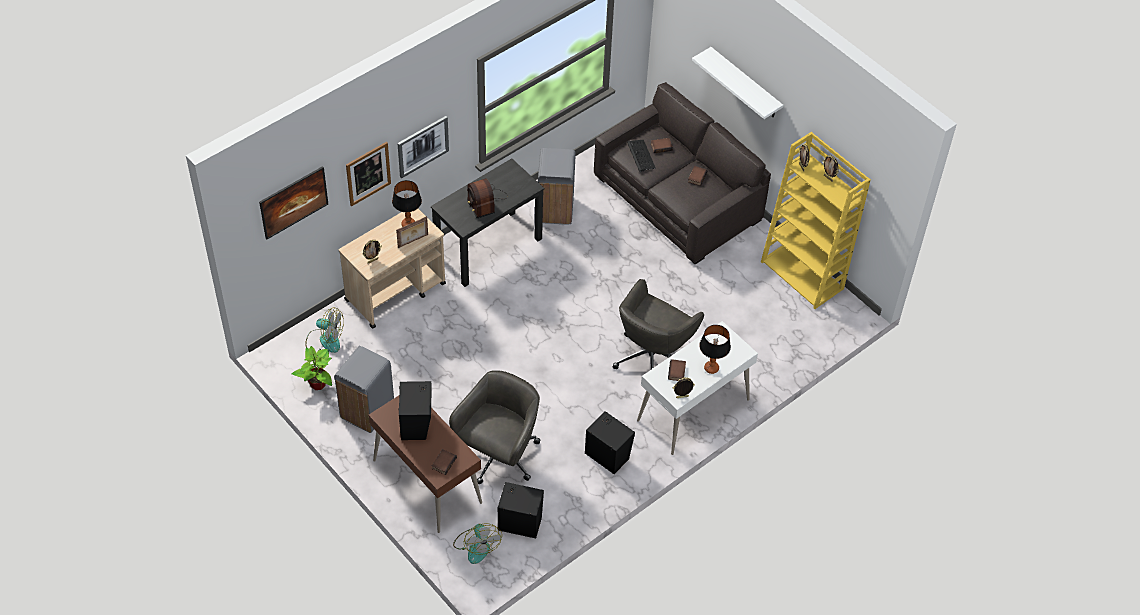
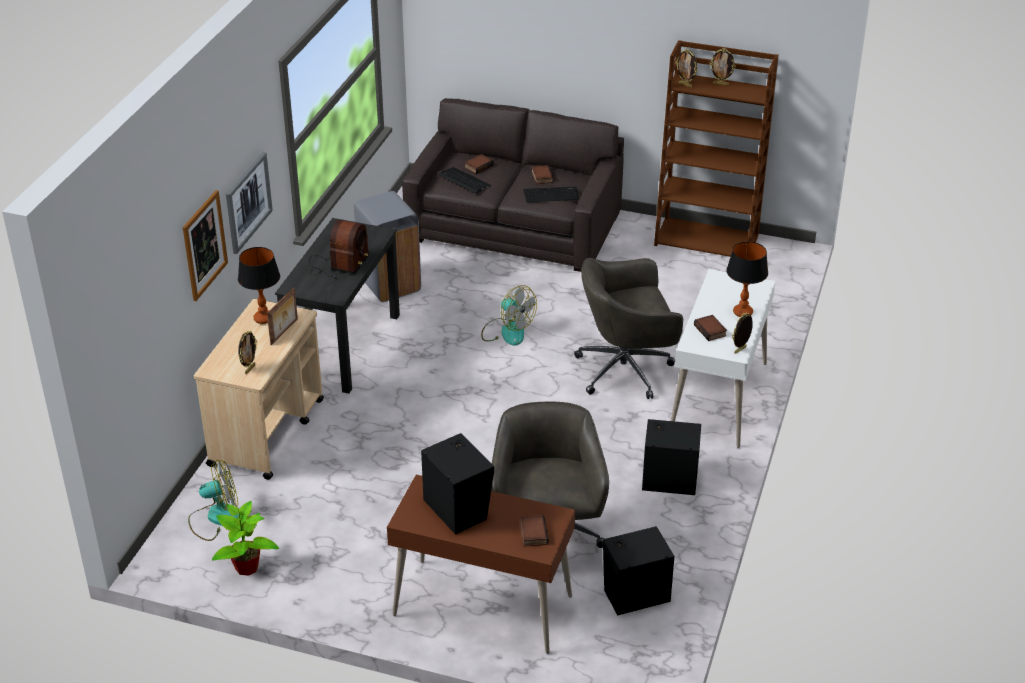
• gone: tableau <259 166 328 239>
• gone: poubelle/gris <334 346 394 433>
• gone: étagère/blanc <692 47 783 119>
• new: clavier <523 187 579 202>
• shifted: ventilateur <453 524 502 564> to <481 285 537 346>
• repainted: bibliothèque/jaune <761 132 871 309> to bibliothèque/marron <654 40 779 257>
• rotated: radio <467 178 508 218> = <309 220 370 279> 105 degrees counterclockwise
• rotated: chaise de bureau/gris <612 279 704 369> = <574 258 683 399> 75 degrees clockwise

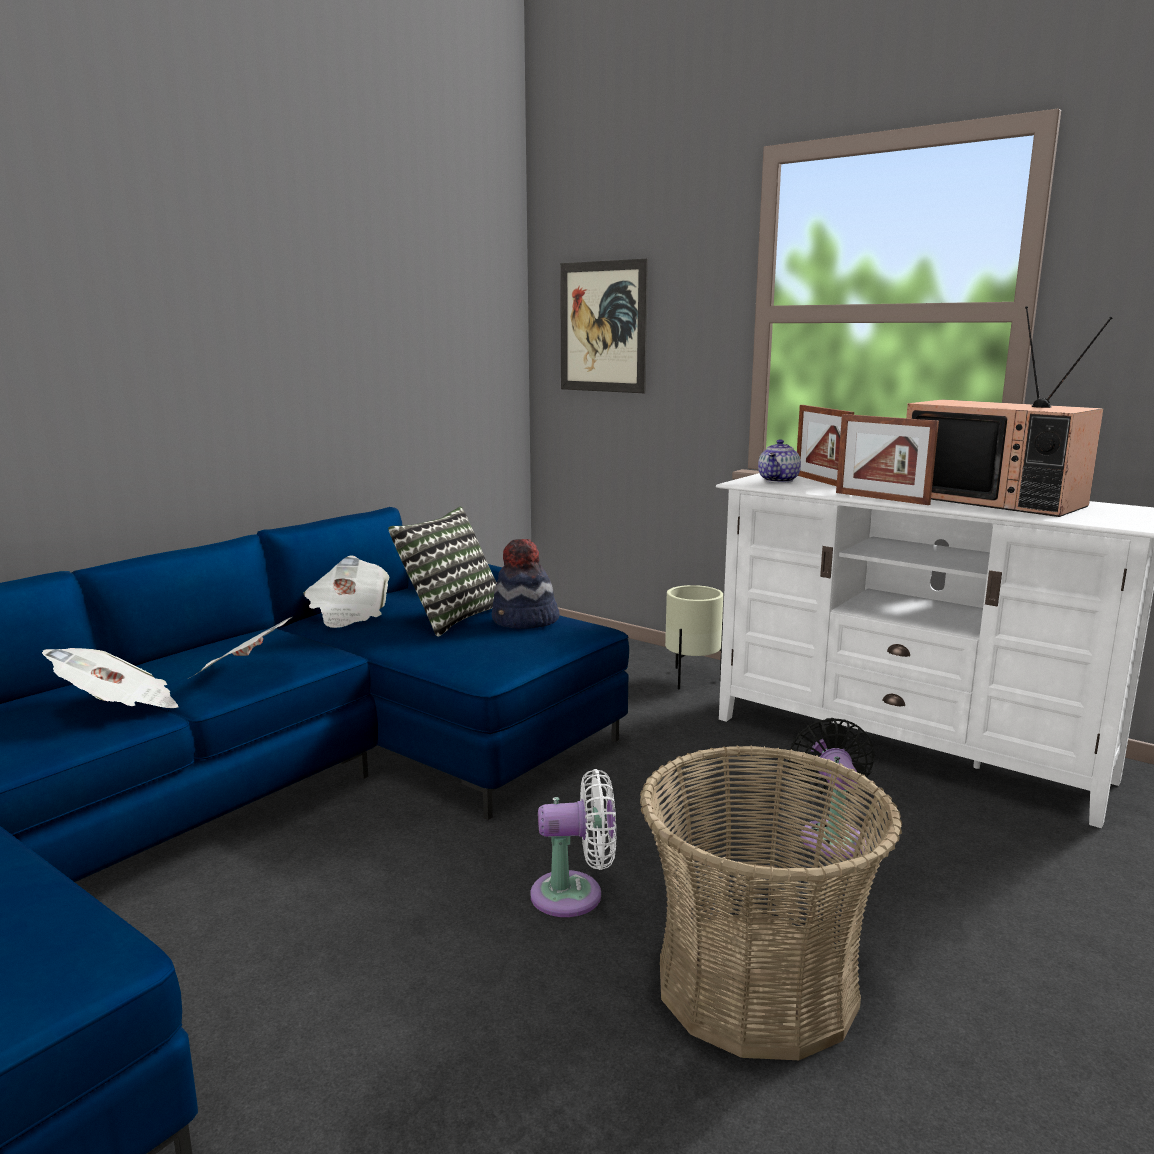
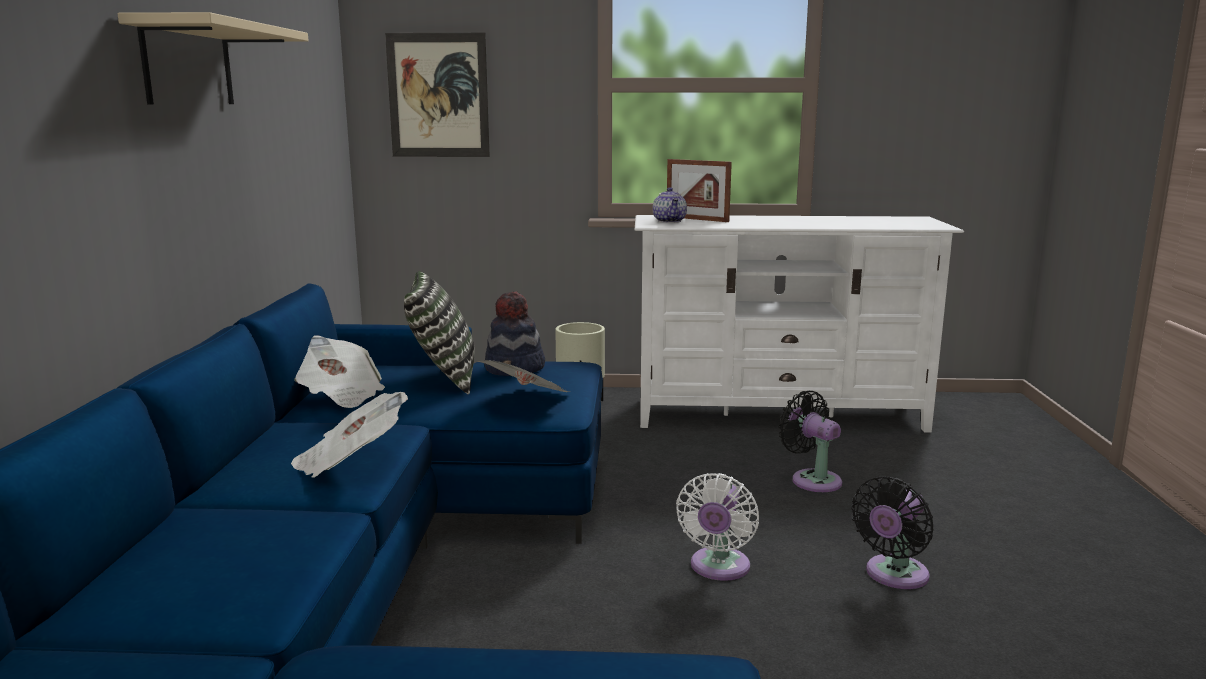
• gone: cadre photo <836 414 939 505>
• gone: téléviseur <906 306 1112 517>
• new: étagère/beige <118 12 309 104>
• shifted: journal <42 648 178 708> to <477 360 569 392>
• swapped: panier <640 745 902 1060> to ventilateur/noir <851 476 934 589>
• rotated: ventilateur/blanc <530 769 617 917> = <676 473 759 581> 150 degrees clockwise

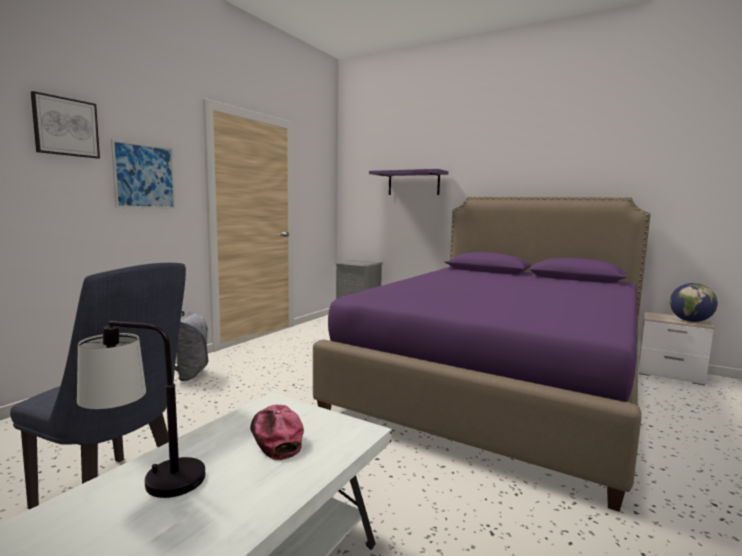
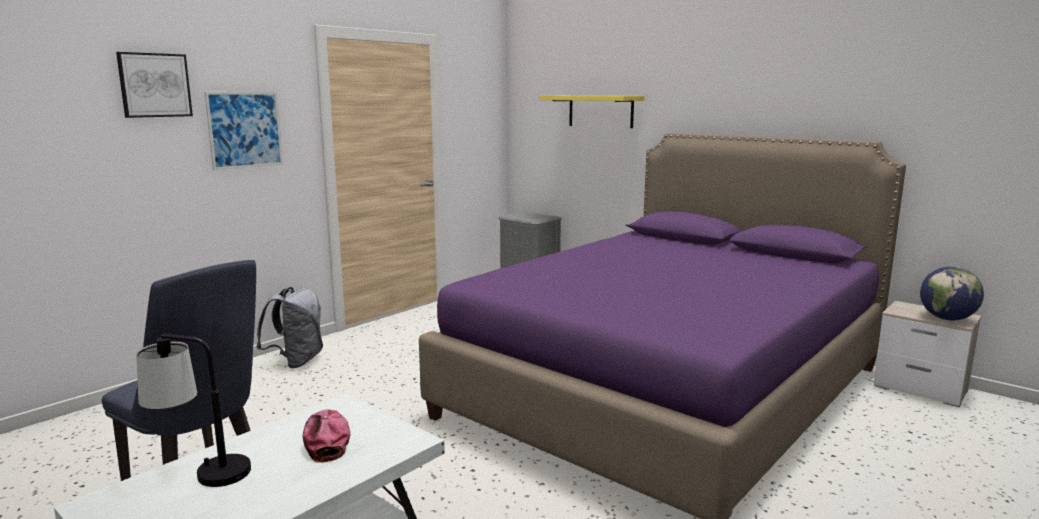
• repainted: étagère/violet <369 169 448 195> to étagère/jaune <539 96 645 128>

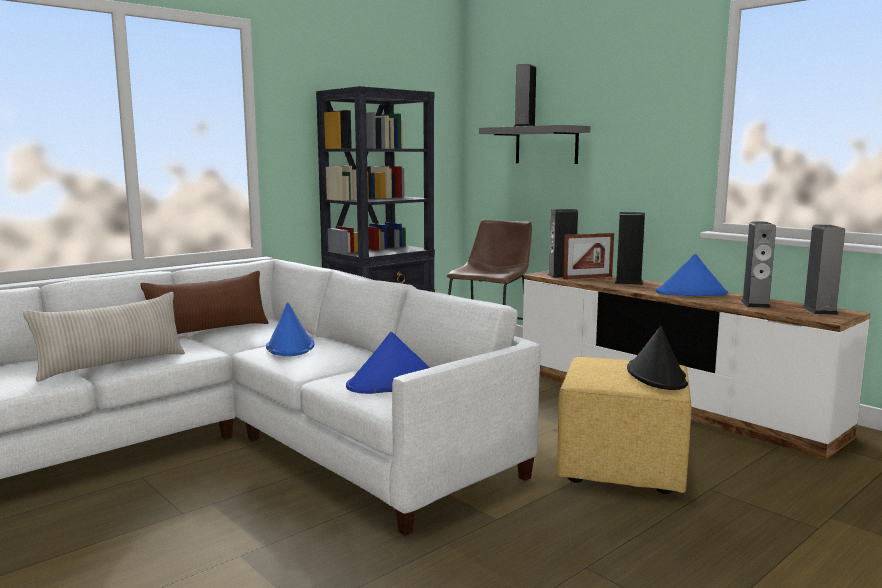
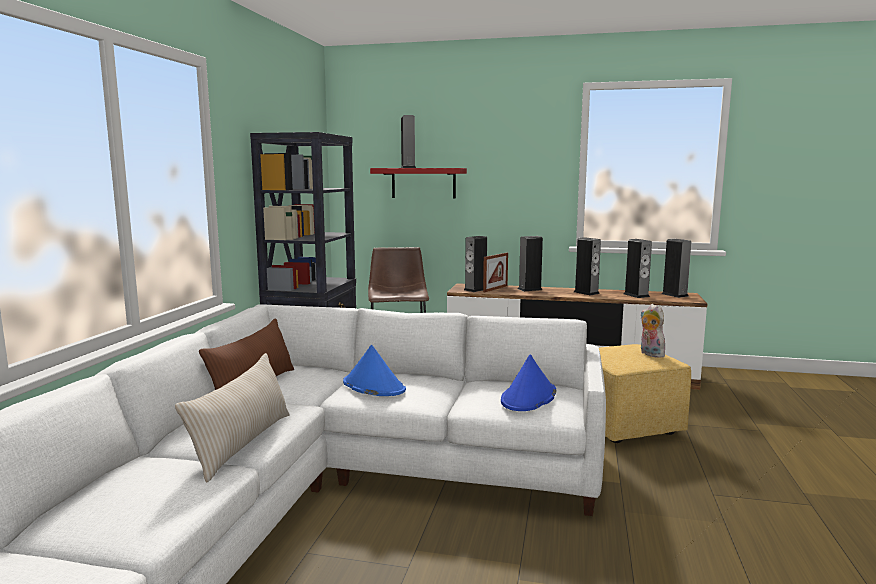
• swapped: chapeau/noir <627 326 688 390> to peluche <641 304 665 358>
• swapped: chapeau/bleu <656 254 728 296> to enceinte <574 237 601 295>
• repainted: étagère/gris <479 125 591 164> to étagère/rouge <370 168 467 199>

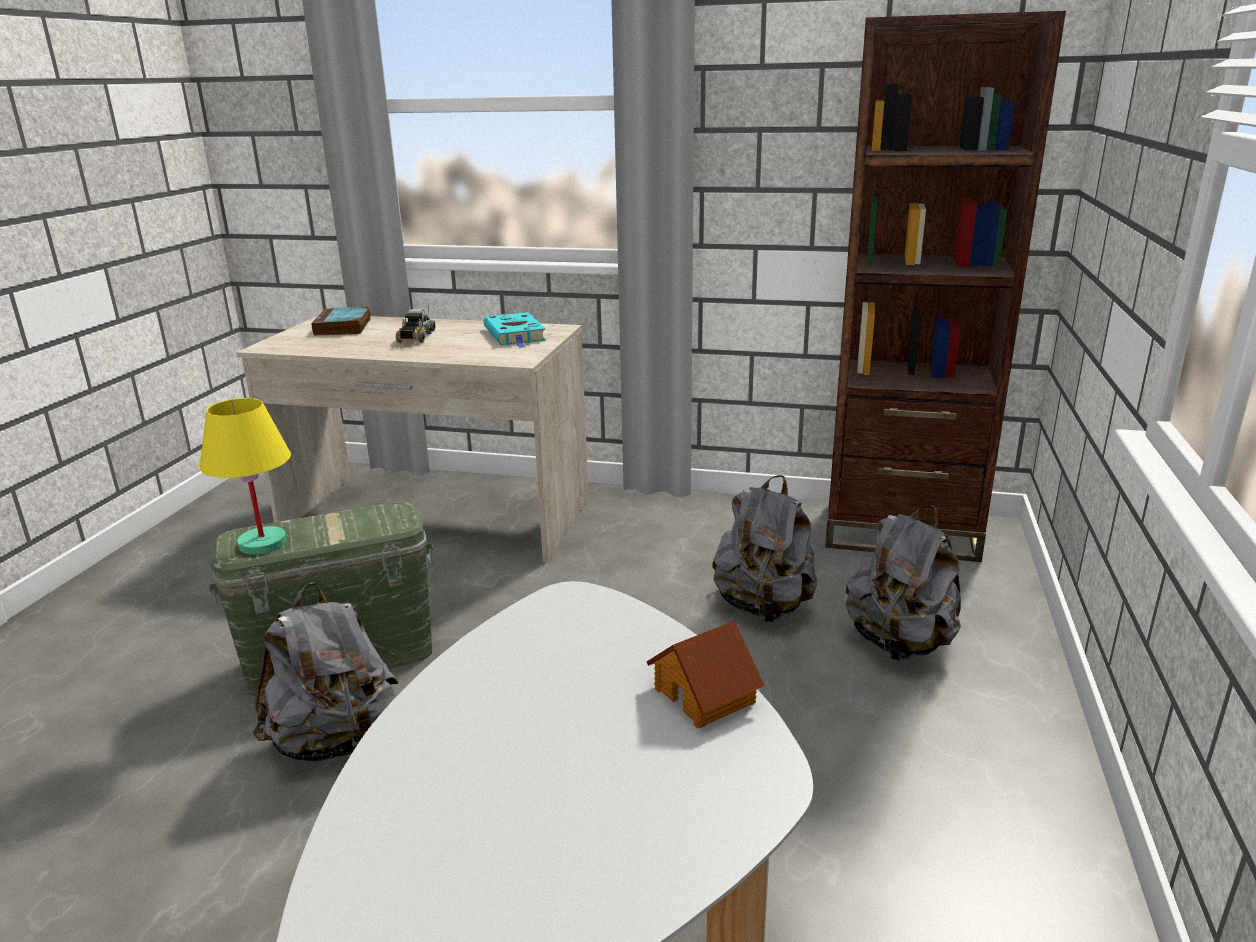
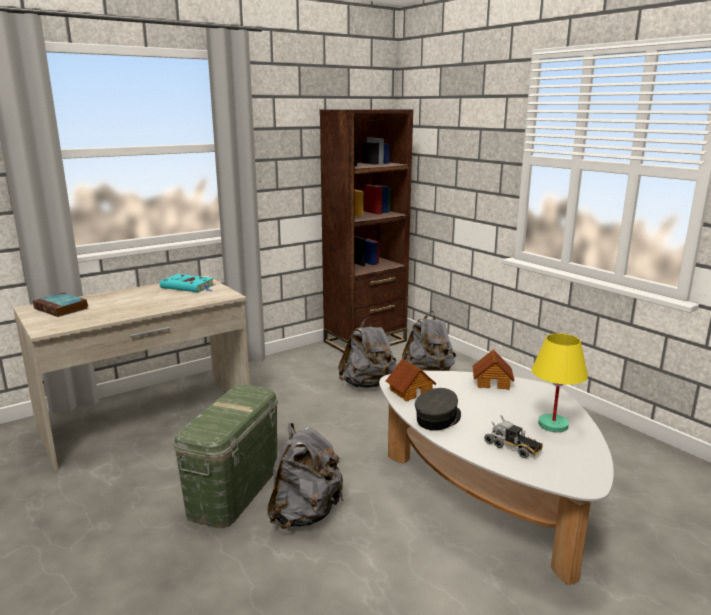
• new: maison miniature <386 358 436 401>
• new: casquette/gris <415 388 461 431>
• shifted: lampe de table/jaune <199 398 291 555> to <531 333 588 432>
• shifted: camion jouet <396 305 435 343> to <484 415 543 458>

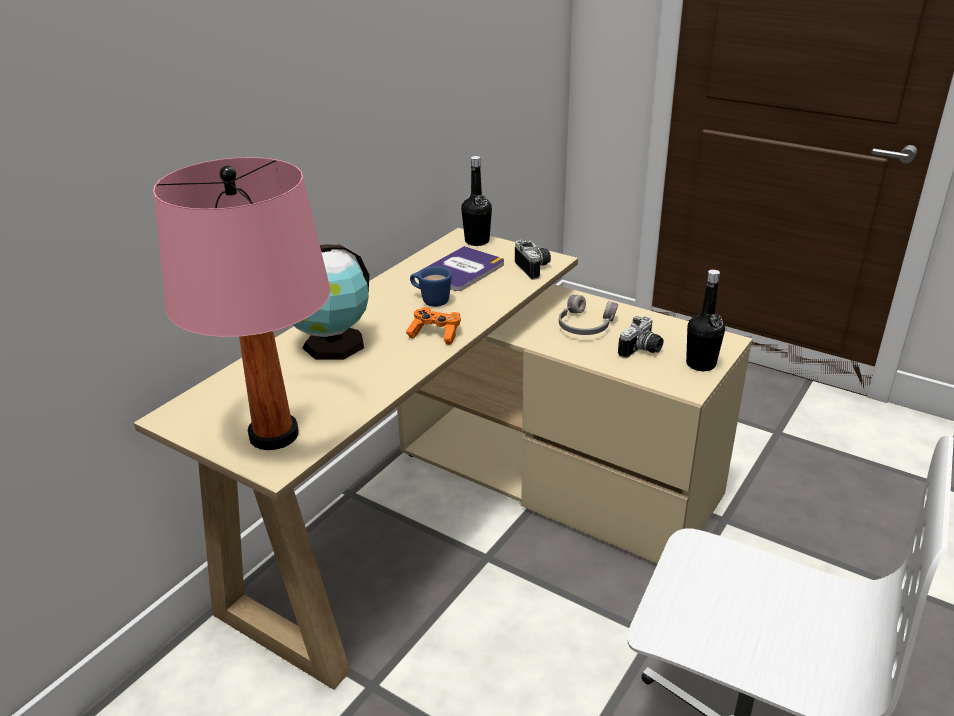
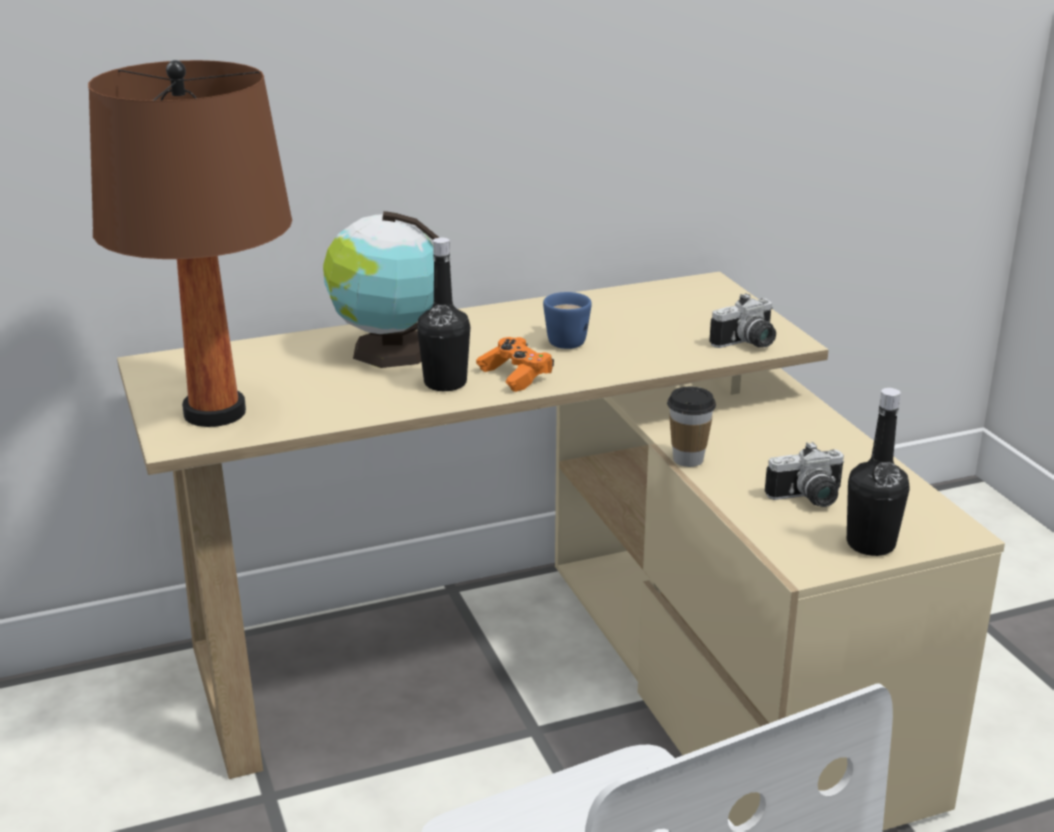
• gone: livre <416 246 504 291>
• gone: casque audio/gris <559 295 618 335>
• new: tasse <667 387 716 467>
• shifted: bouteille/noir <461 156 492 246> to <417 238 470 391>
• repainted: lampe de table/rose <153 157 331 450> to lampe de table/marron <88 60 292 427>
• rotated: appareil photo <515 240 551 280> = <709 293 776 348> 45 degrees clockwise

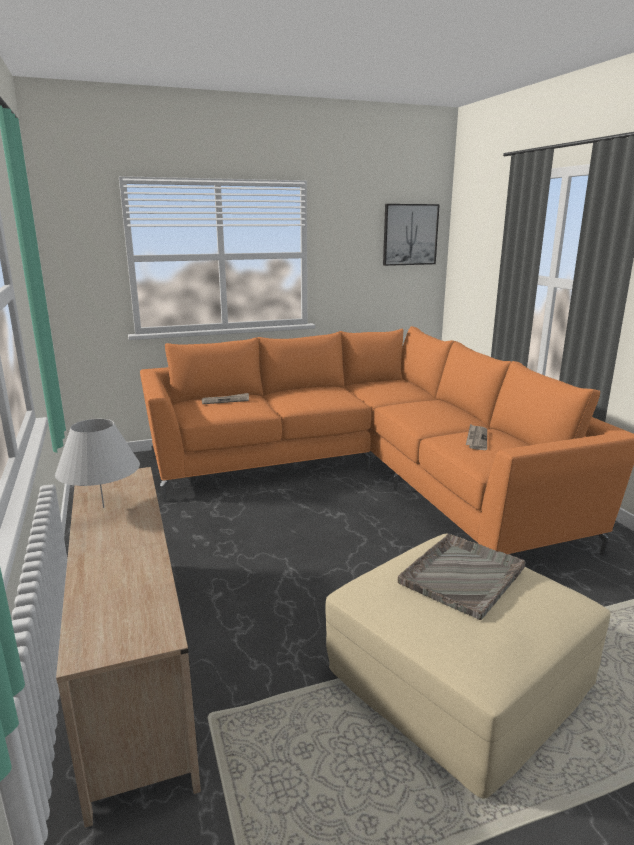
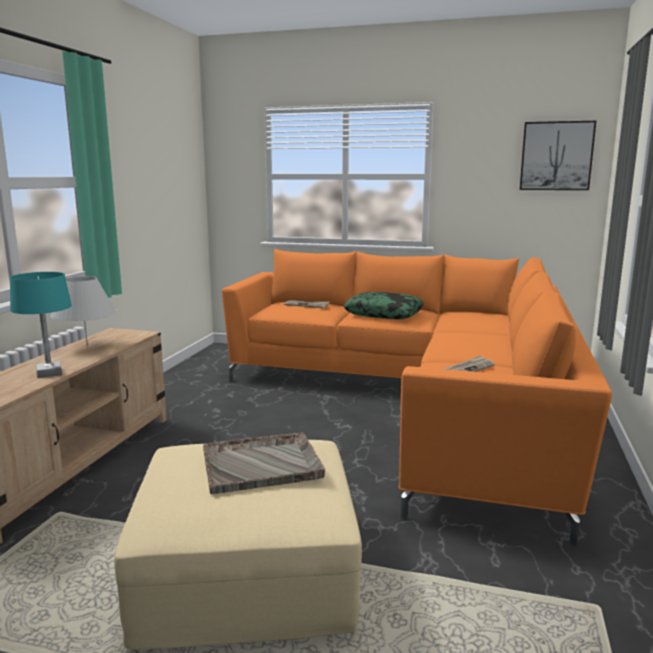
• new: lampe de table/turquoise <10 272 72 378>
• new: coussin <344 292 424 319>

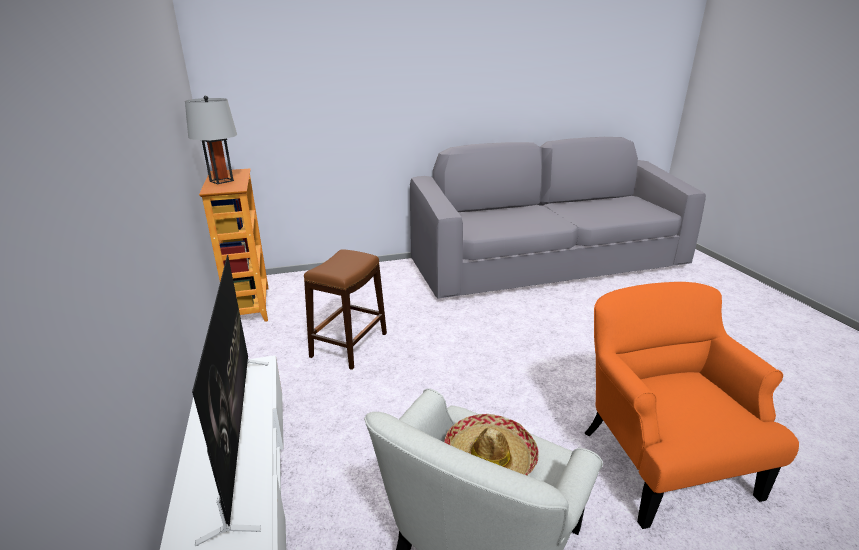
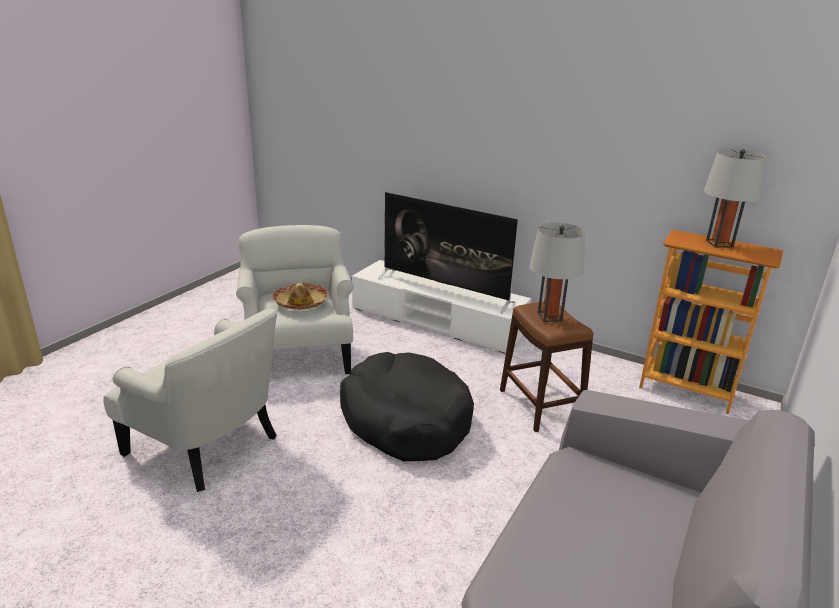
• new: panier pour chien/noir <340 352 474 461>
• new: lampe de table/gris <529 223 585 322>
• repainted: fauteuil/orange <584 282 799 529> to fauteuil/blanc <103 309 277 492>

